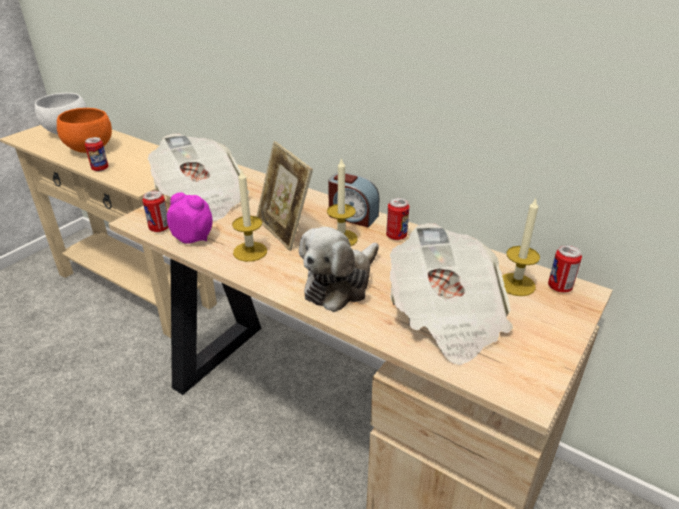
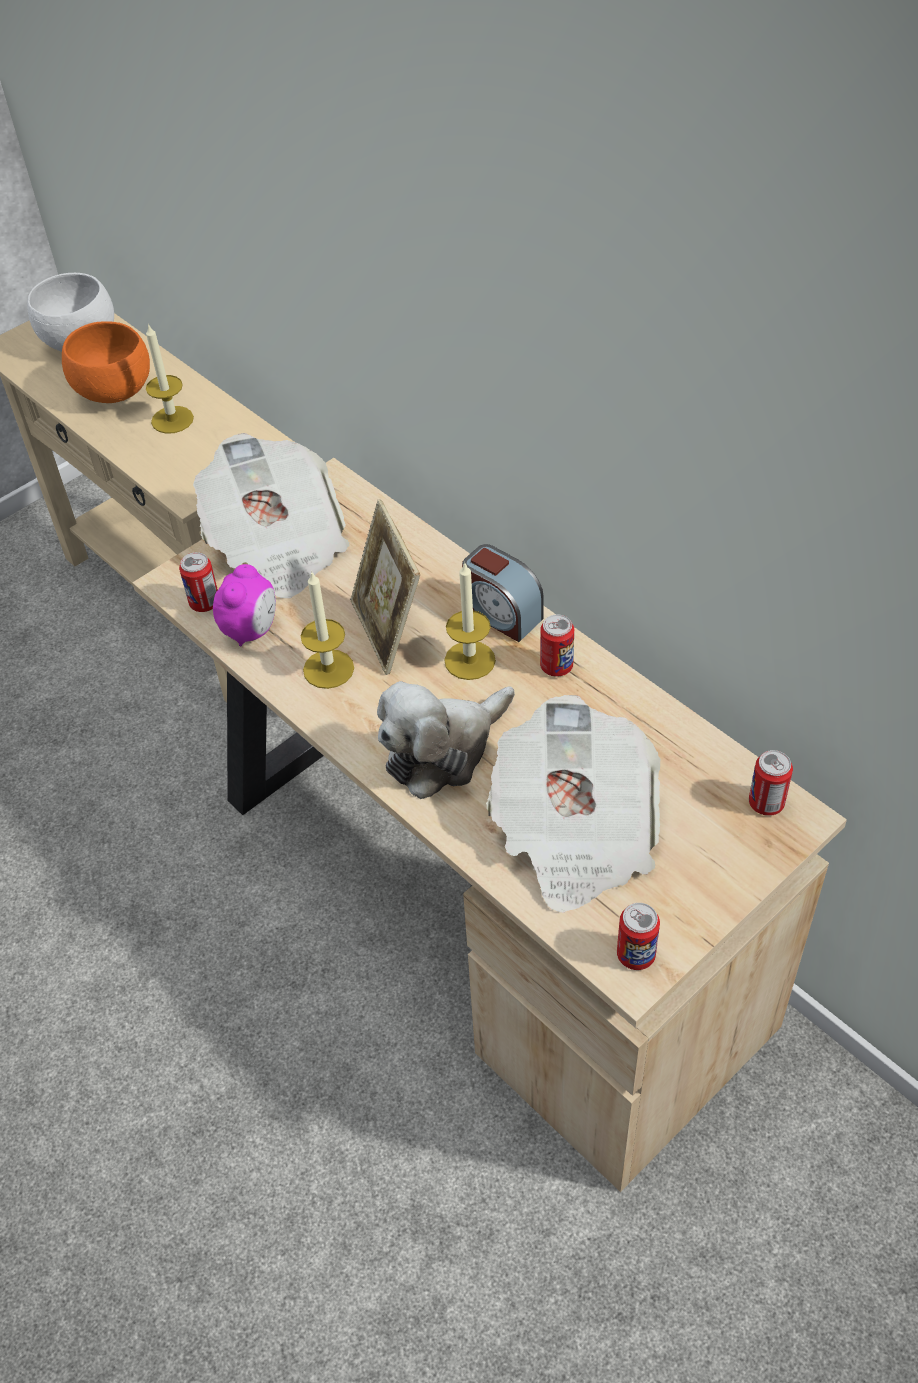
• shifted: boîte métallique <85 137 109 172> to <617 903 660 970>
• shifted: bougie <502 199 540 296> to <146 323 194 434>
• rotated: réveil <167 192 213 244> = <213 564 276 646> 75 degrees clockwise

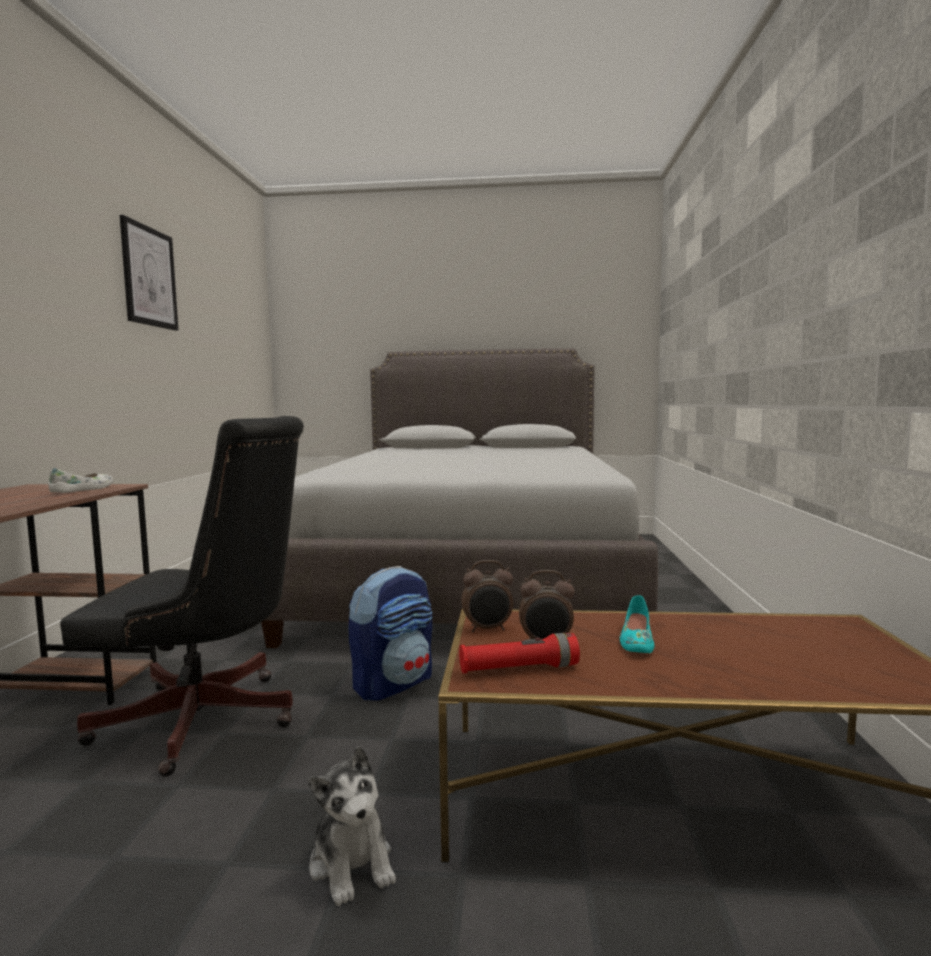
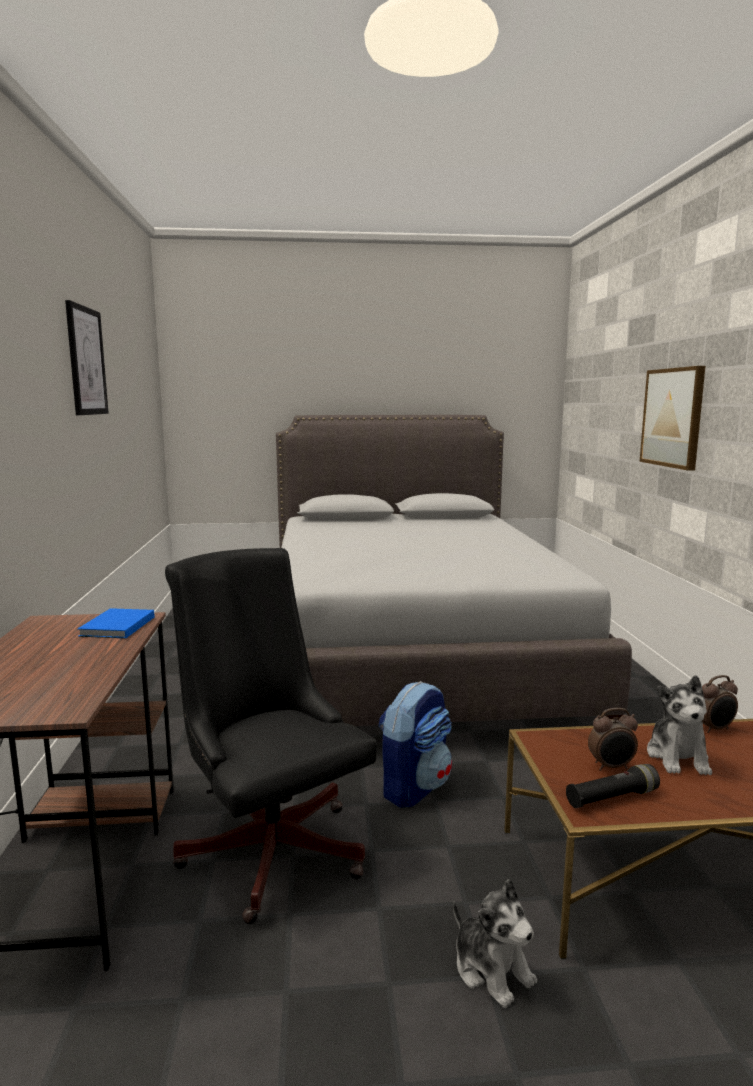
• new: tableau <640 366 705 471>
• shifted: réveil <461 560 513 632> to <702 675 738 733>
• swapped: chaussure/blanc <48 468 113 493> to livre/bleu <78 608 154 638>
• swapped: chaussure/turquoise <620 595 654 653> to peluche <647 675 712 775>
• repainted: lampe de poche/rouge <459 633 580 674> to lampe de poche/noir <566 764 660 808>
• rotated: chaise de bureau/noir <60 416 304 777> = <165 548 377 924> 120 degrees counterclockwise

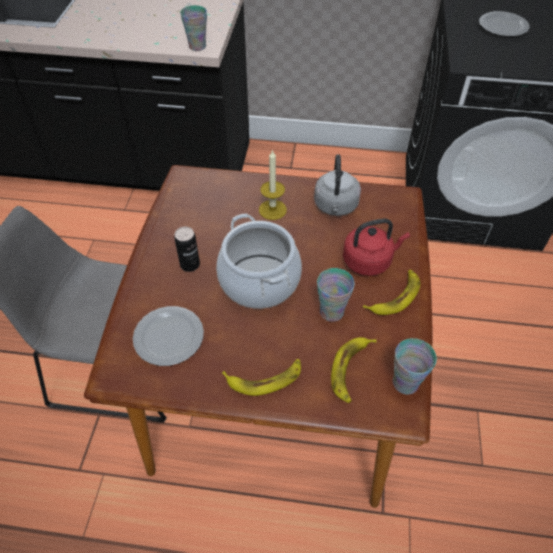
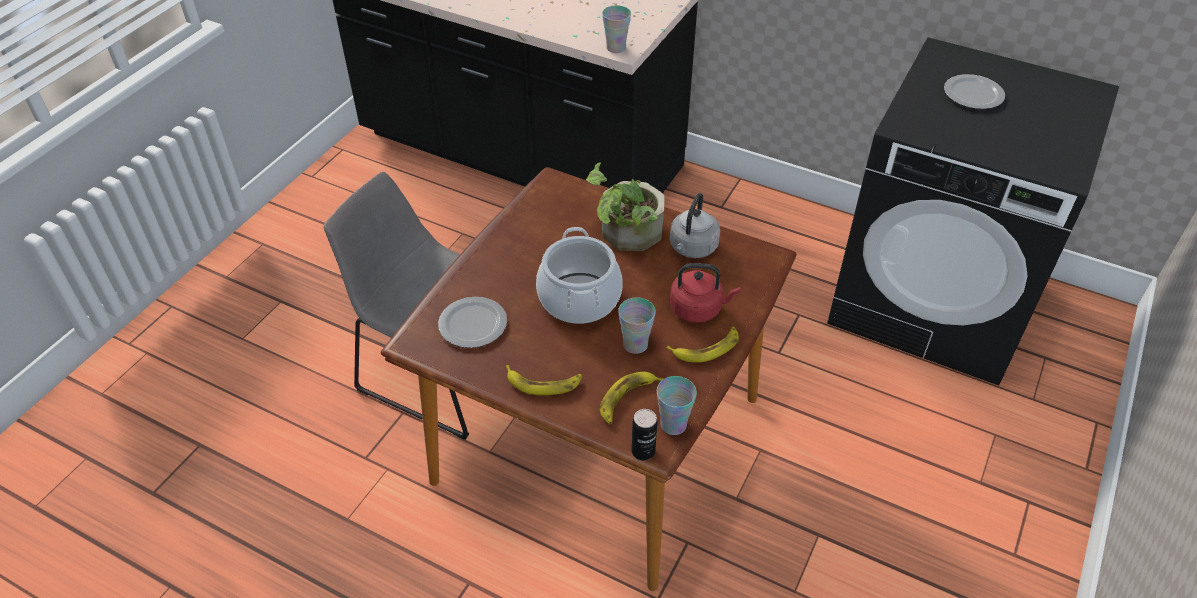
• shifted: boîte métallique <174 227 200 272> to <631 409 657 460>
• swapped: bougie <259 149 287 220> to plante en pot <586 163 665 251>

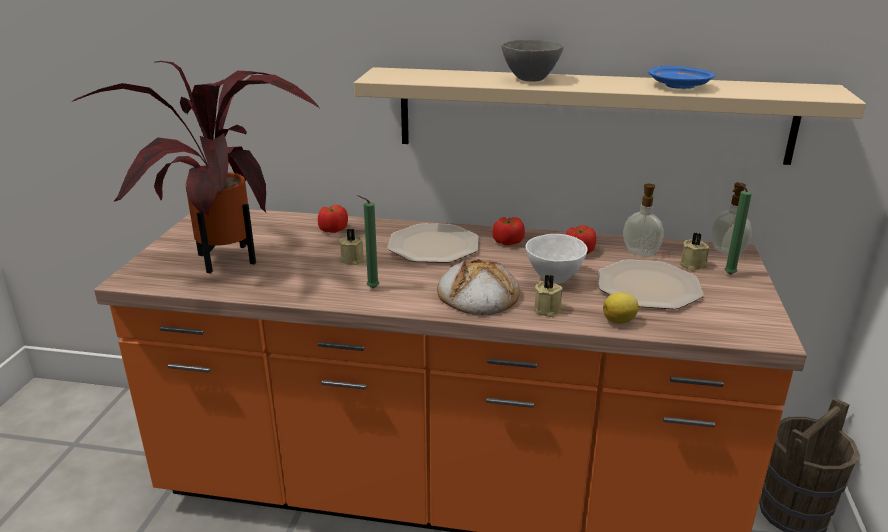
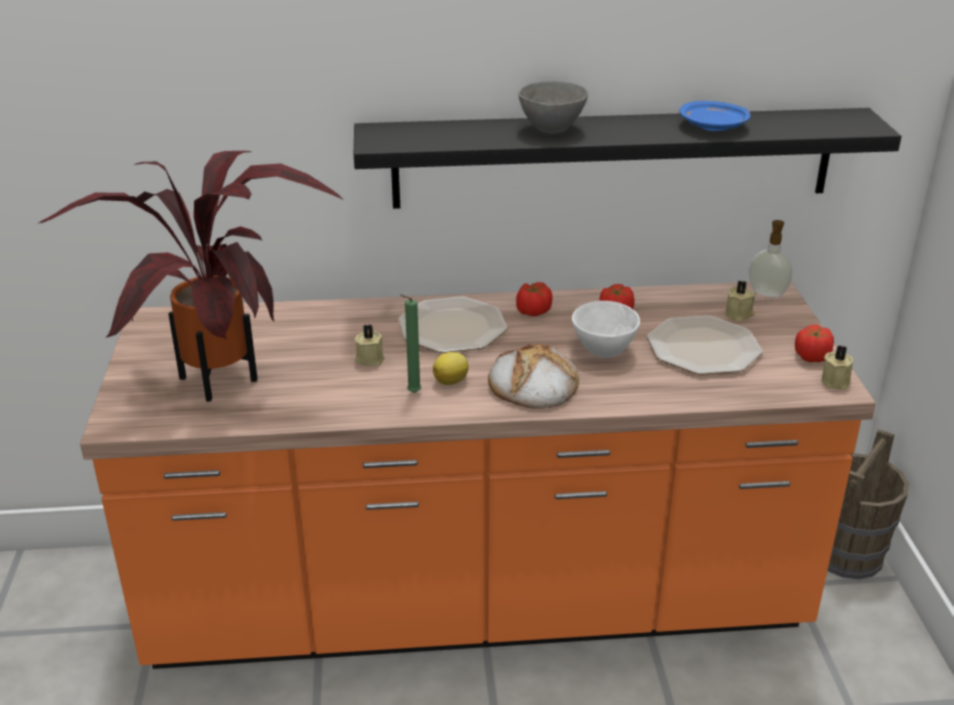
• gone: distributeur de savon <623 184 664 257>
• gone: bougie/vert <724 182 752 275>
• shifted: tomate <318 205 348 233> to <795 325 834 362>
• shifted: bougie/beige <534 274 563 317> to <822 345 854 390>
• shifted: citron <603 292 639 324> to <433 352 469 385>
• repainted: étagère/beige <354 67 866 165> to étagère/noir <354 108 902 209>

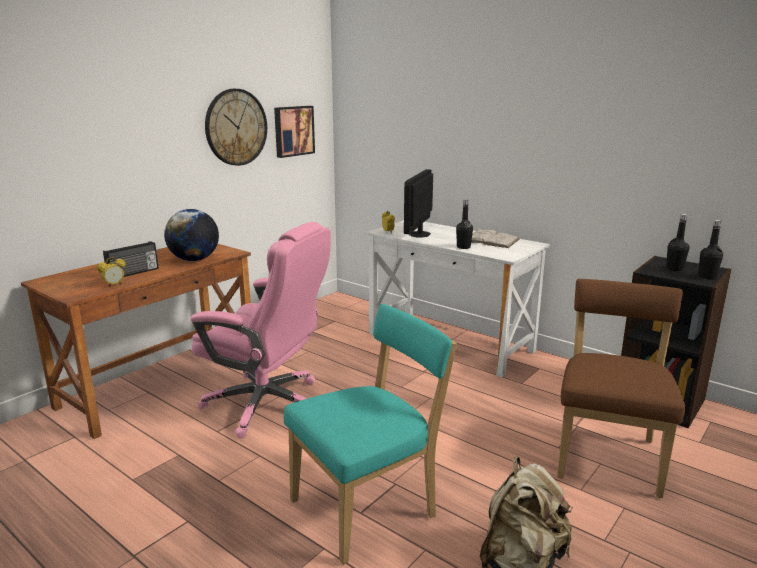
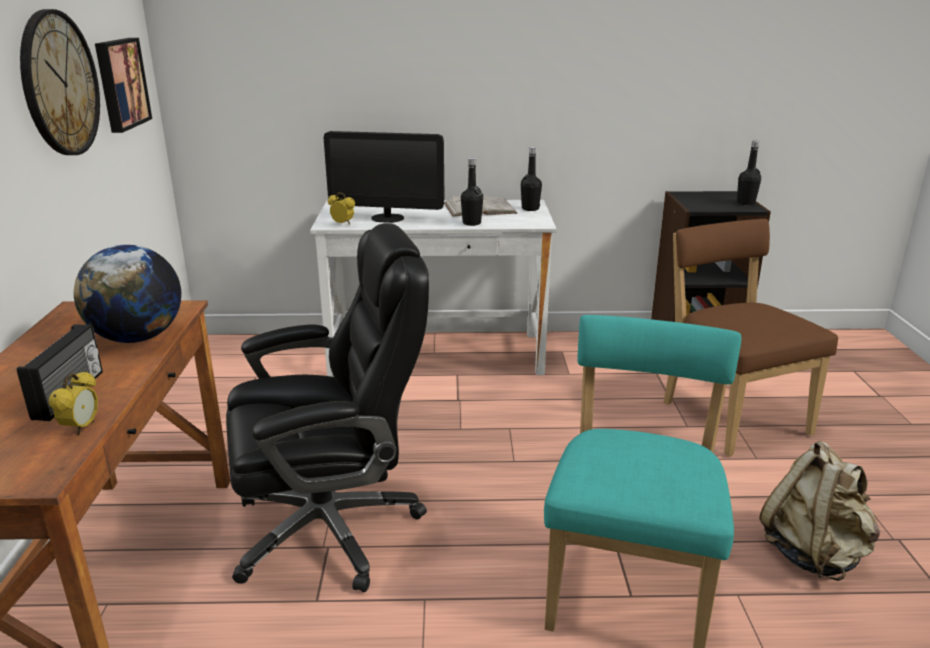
• shifted: bouteille/noir <666 214 689 272> to <521 147 542 211>
• repainted: chaise de bureau/rose <191 222 331 439> to chaise de bureau/noir <226 223 429 592>
• rotated: écran d'ordinateur <404 169 433 237> = <324 131 444 223> 60 degrees counterclockwise

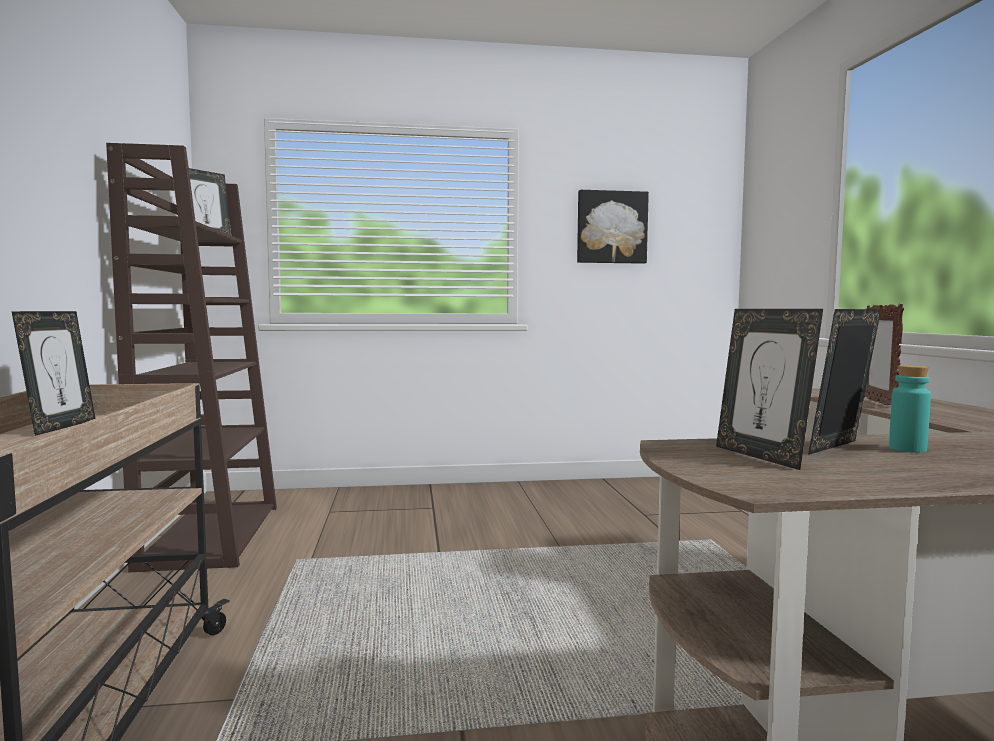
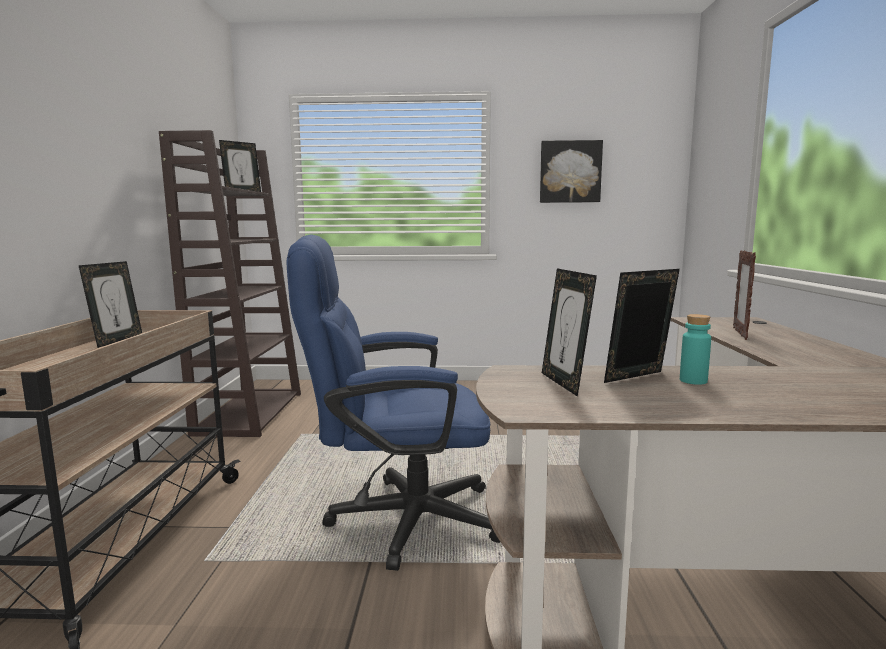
• new: chaise de bureau/bleu <287 234 500 571>

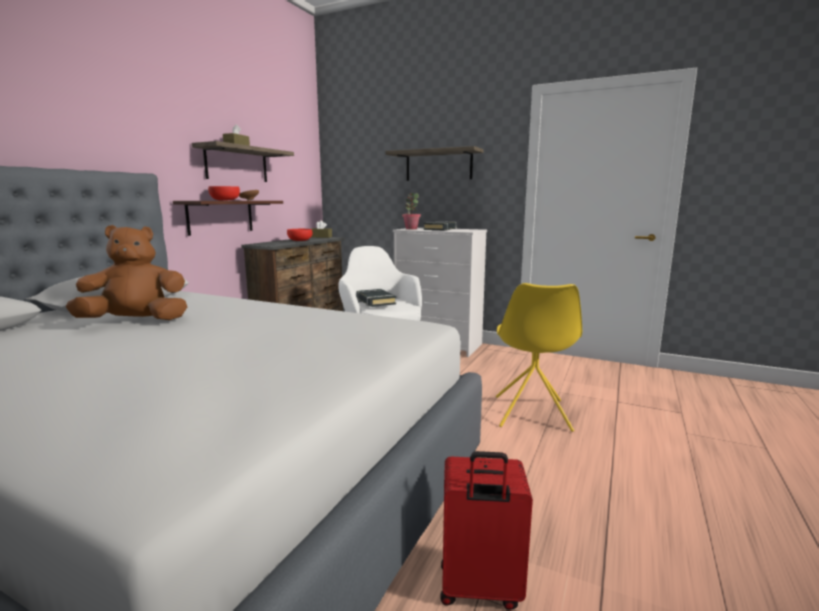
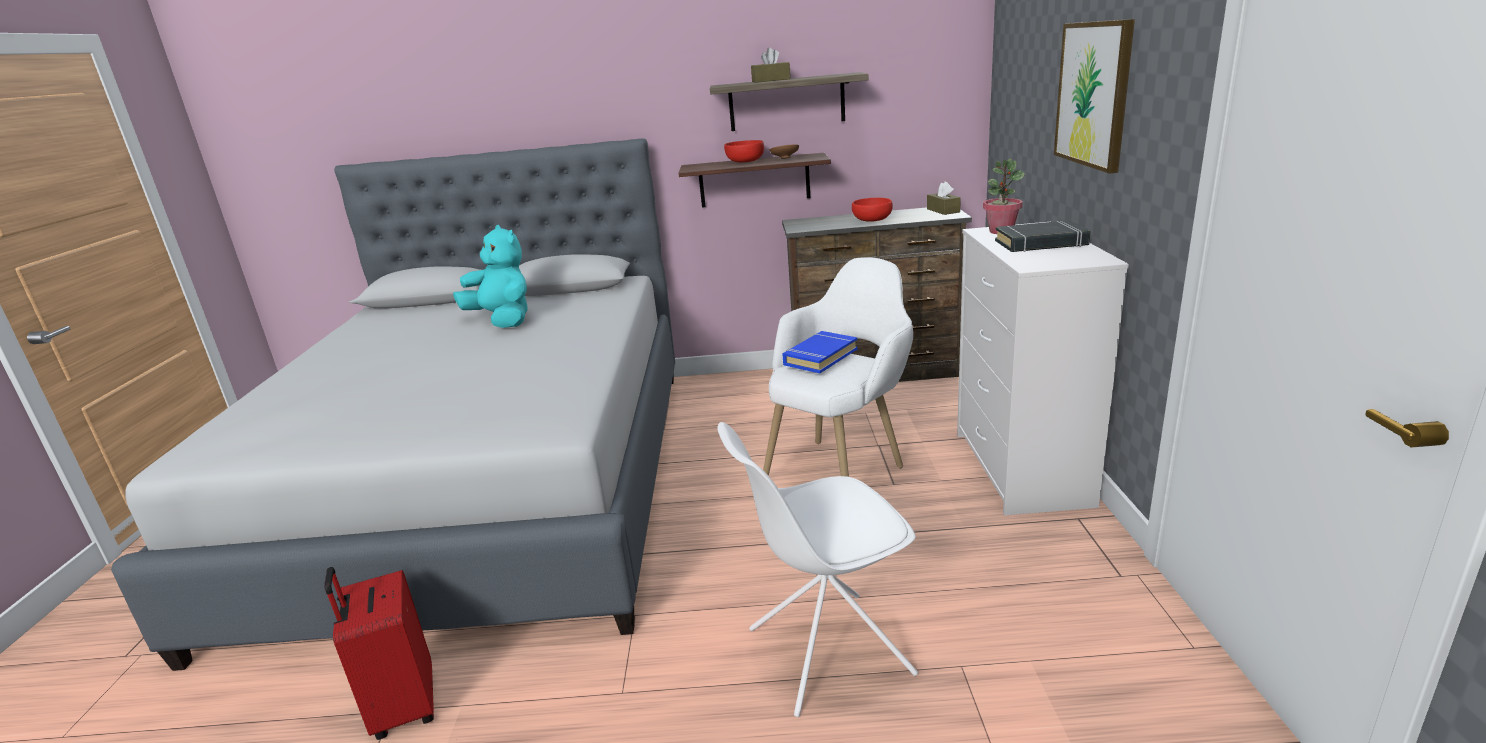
• swapped: étagère <385 146 484 181> to tableau <1054 19 1135 174>
• repainted: peluche/marron <66 225 187 320> to peluche/turquoise <453 225 527 328>
• repainted: livre/noir <356 289 396 307> to livre/bleu <782 331 857 373>
• repainted: chaise/jaune <496 283 582 432> to chaise/blanc <717 422 918 717>

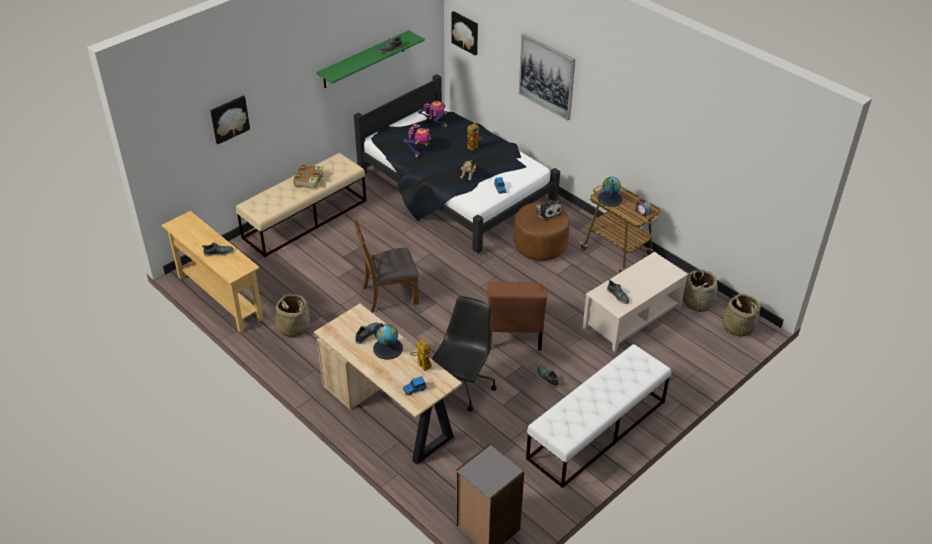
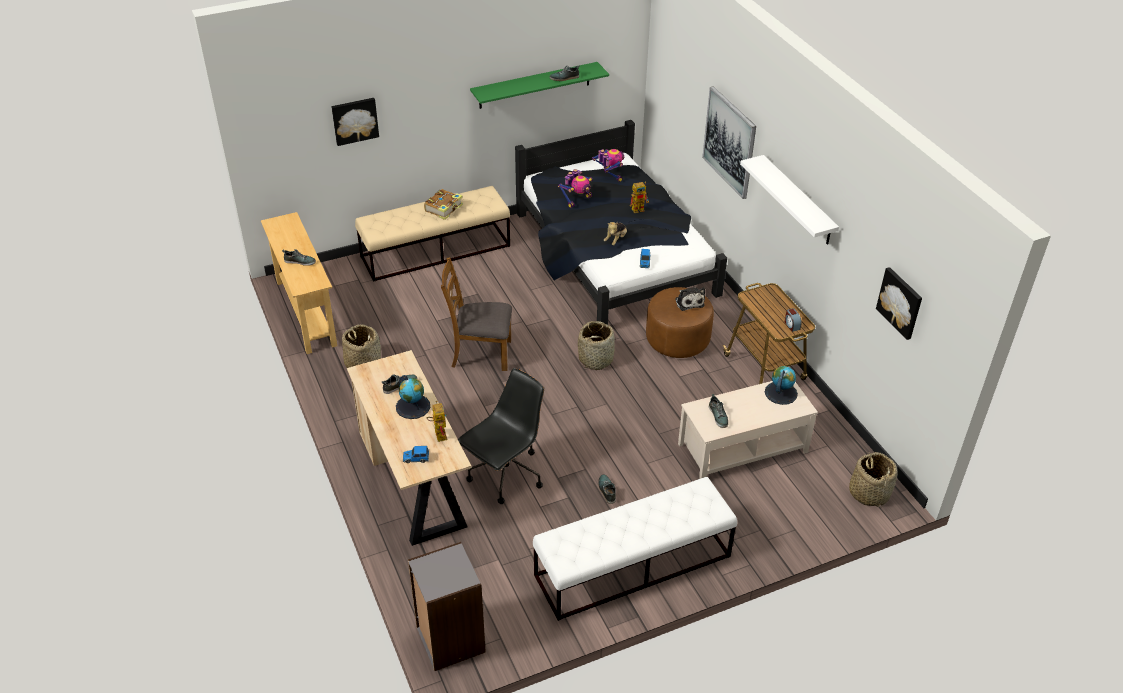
• gone: chaise/marron <487 282 547 350>
• new: étagère/blanc <740 155 839 245>
• shifted: tableau <452 11 478 55> to <876 267 922 340>
• shifted: globe <597 177 623 207> to <765 366 798 405>
• shifted: panier <683 270 718 312> to <578 321 615 370>

